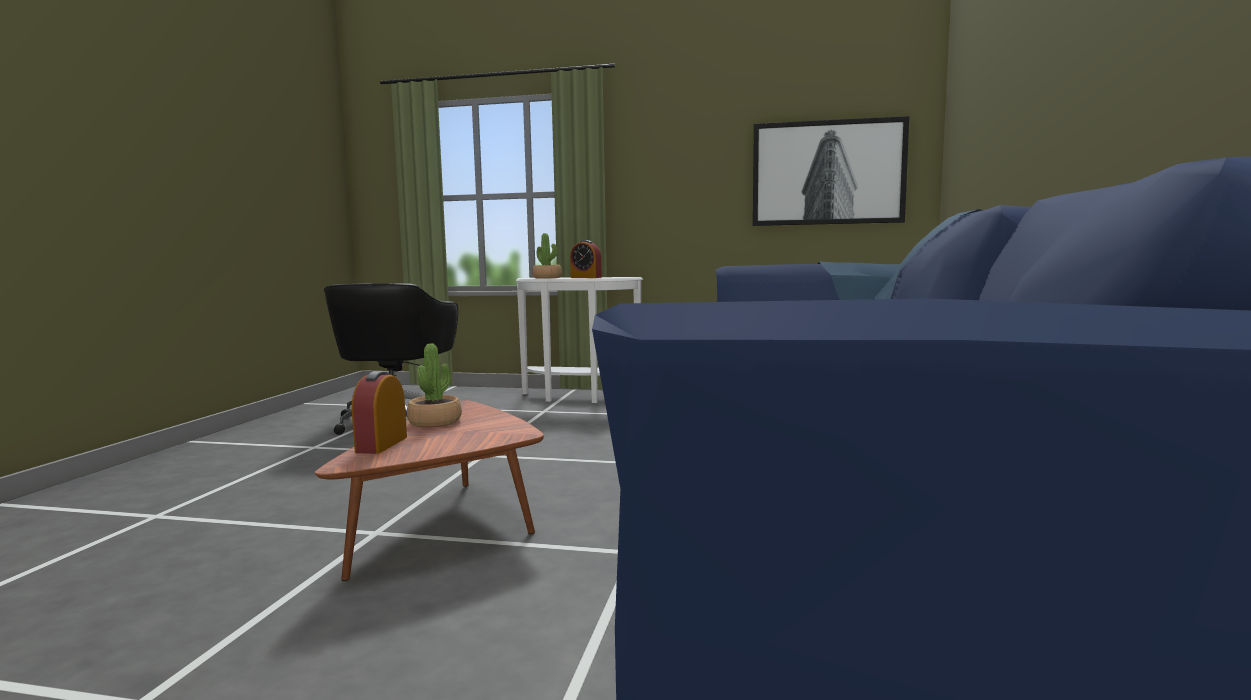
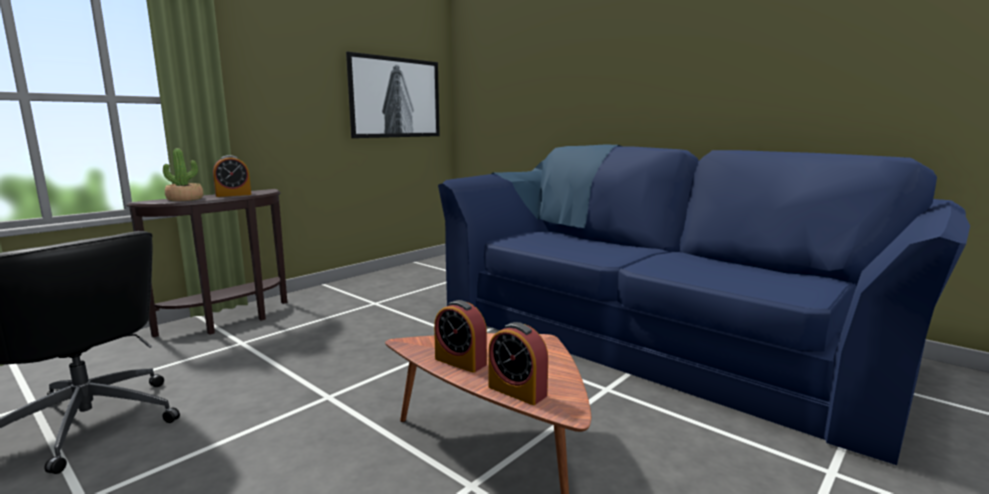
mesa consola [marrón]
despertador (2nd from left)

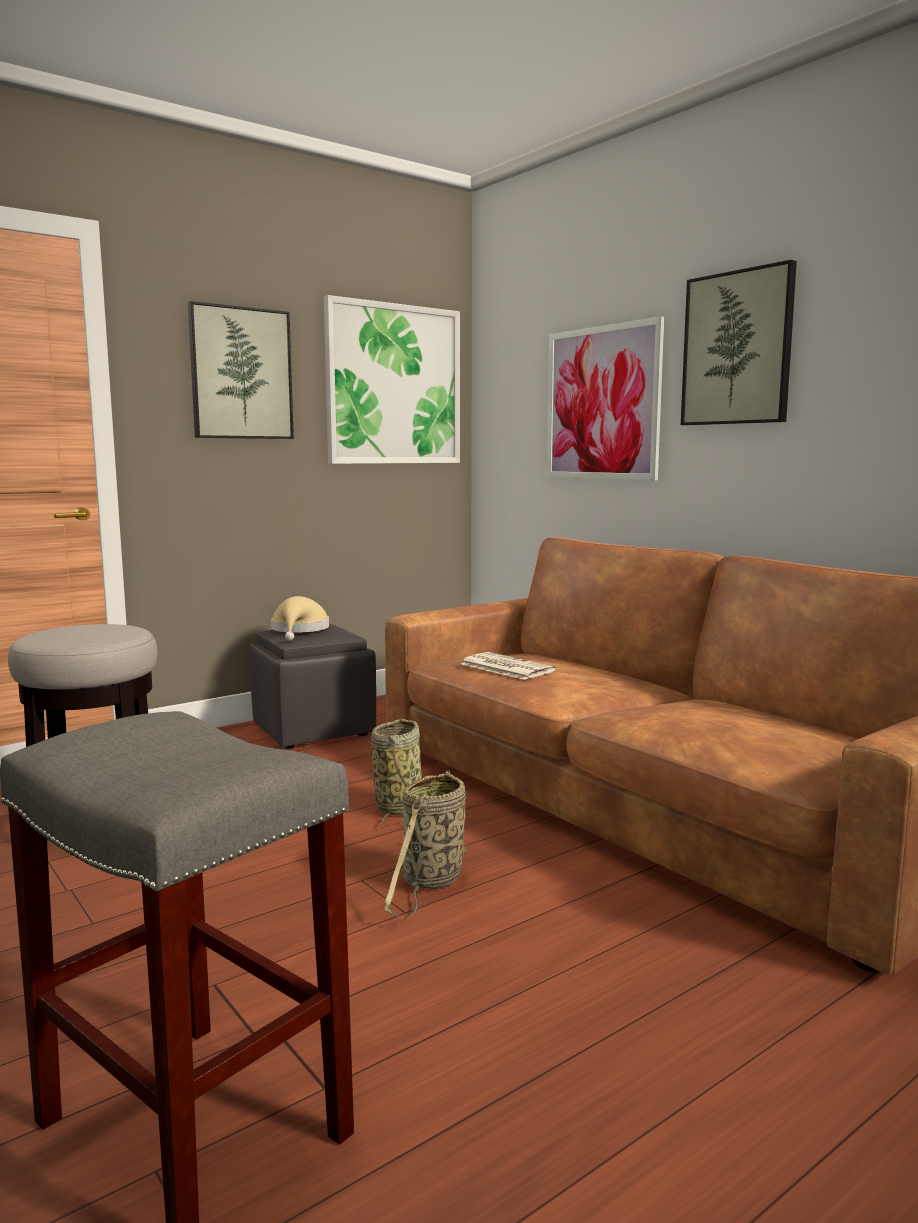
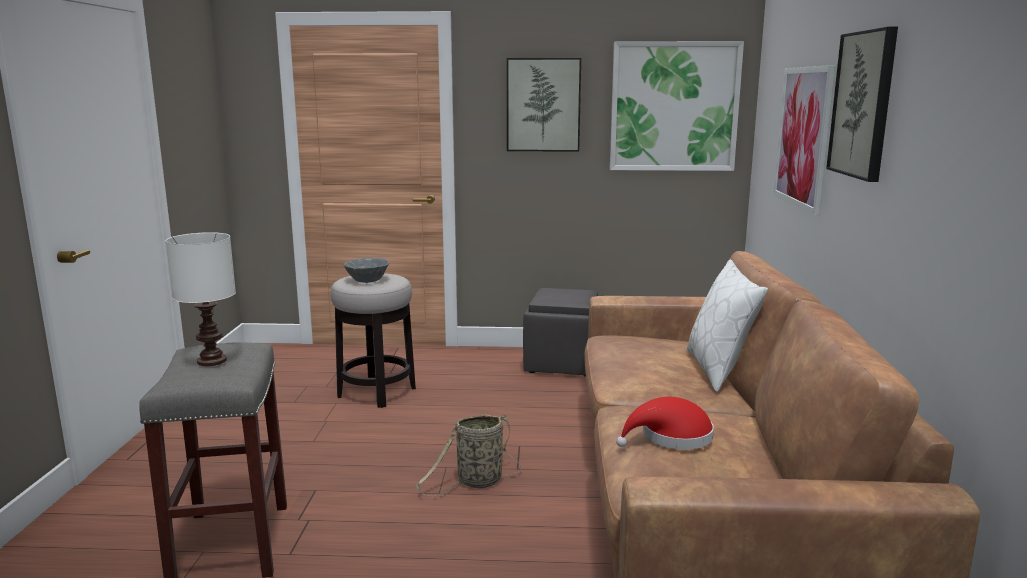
sombrero [beis]
periódico
cesta (1st from left in the first image)
lámpara de mesa [blanco]
cuenco [gris]
cojín [blanco]
sombrero [rojo]

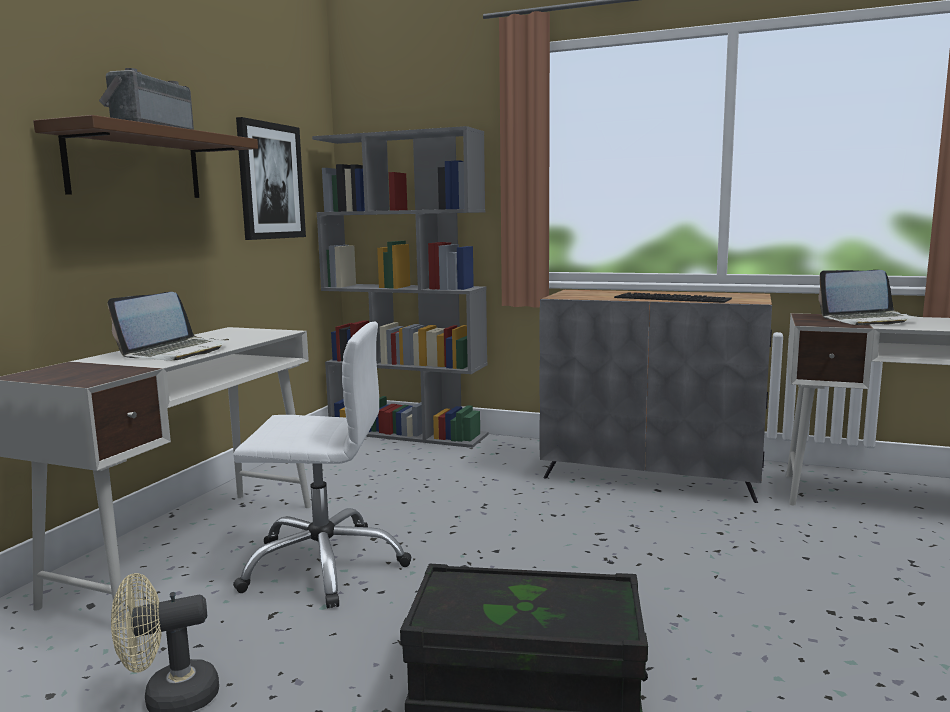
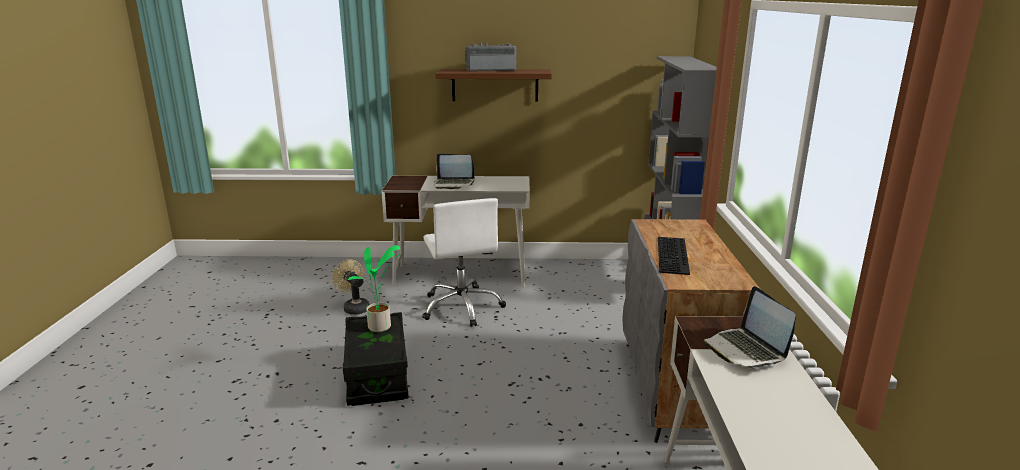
cuadro
planta en maceta

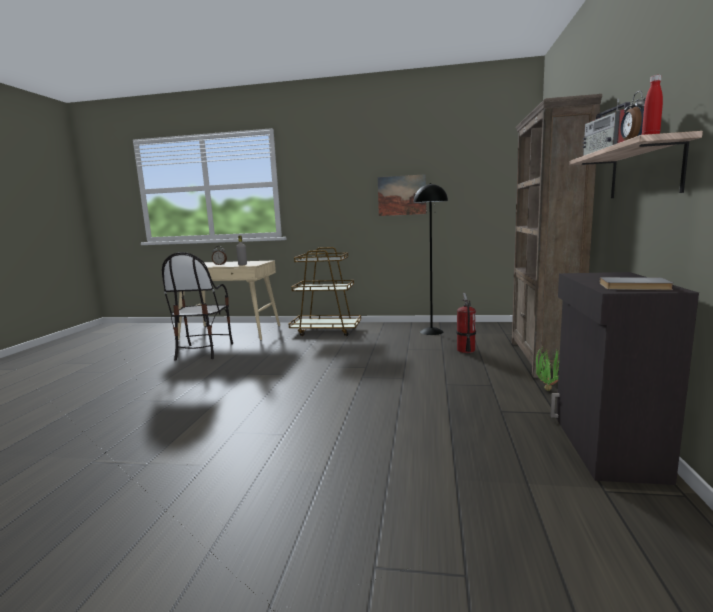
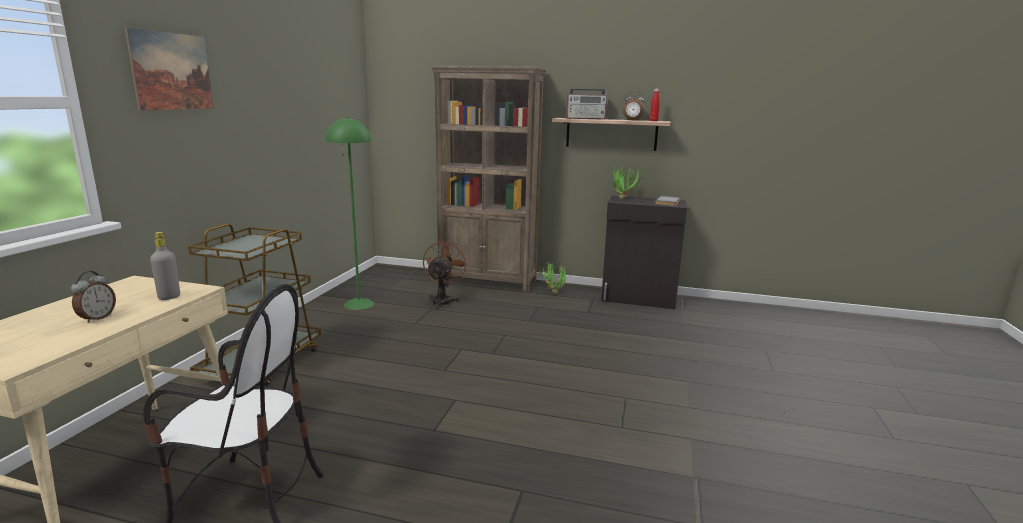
cuadro
lámpara de pie [verde]
ventilador [marrón]
planta en maceta (2nd from left)

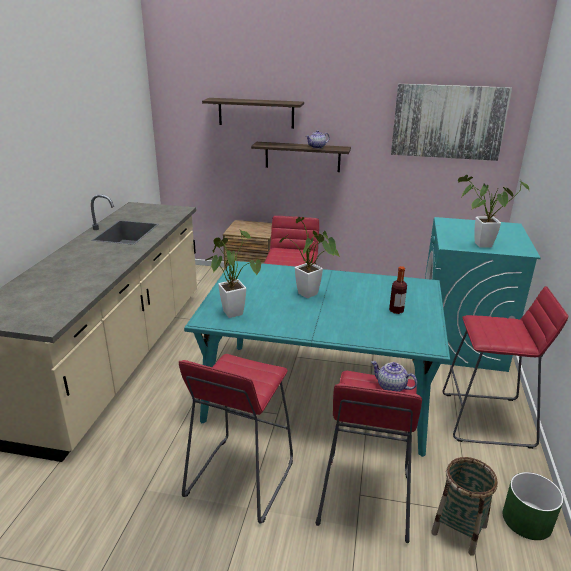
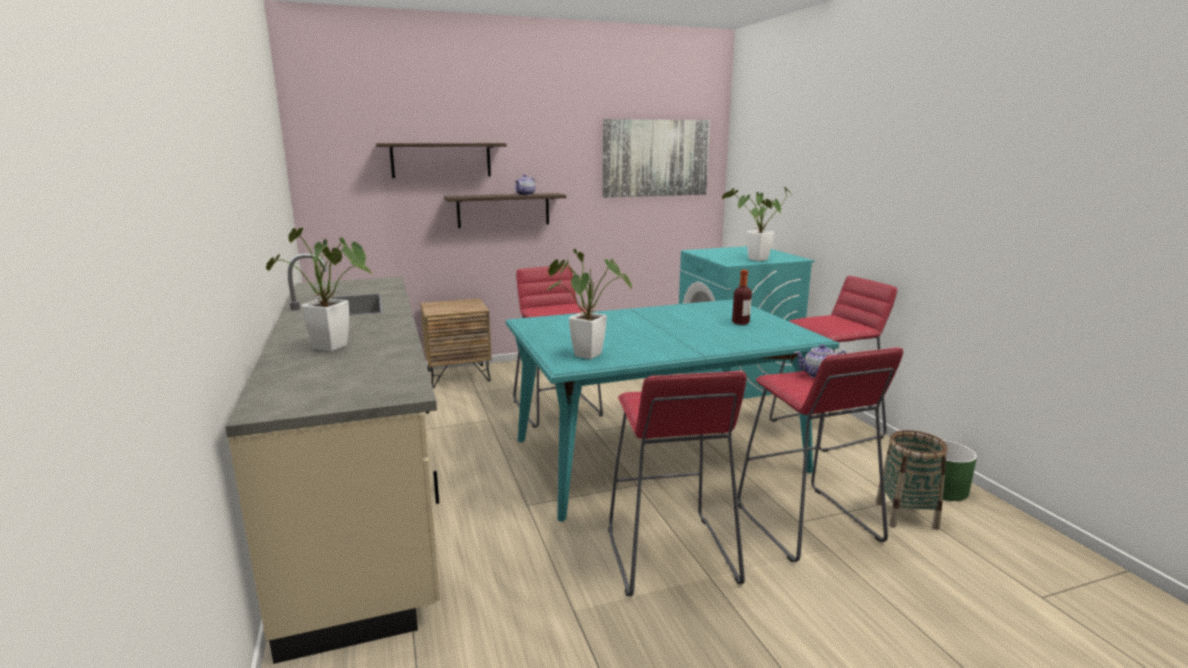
planta en maceta (1st from left)

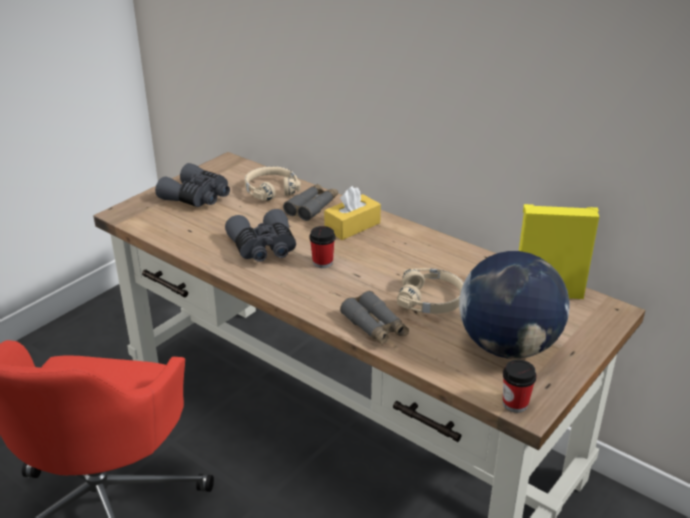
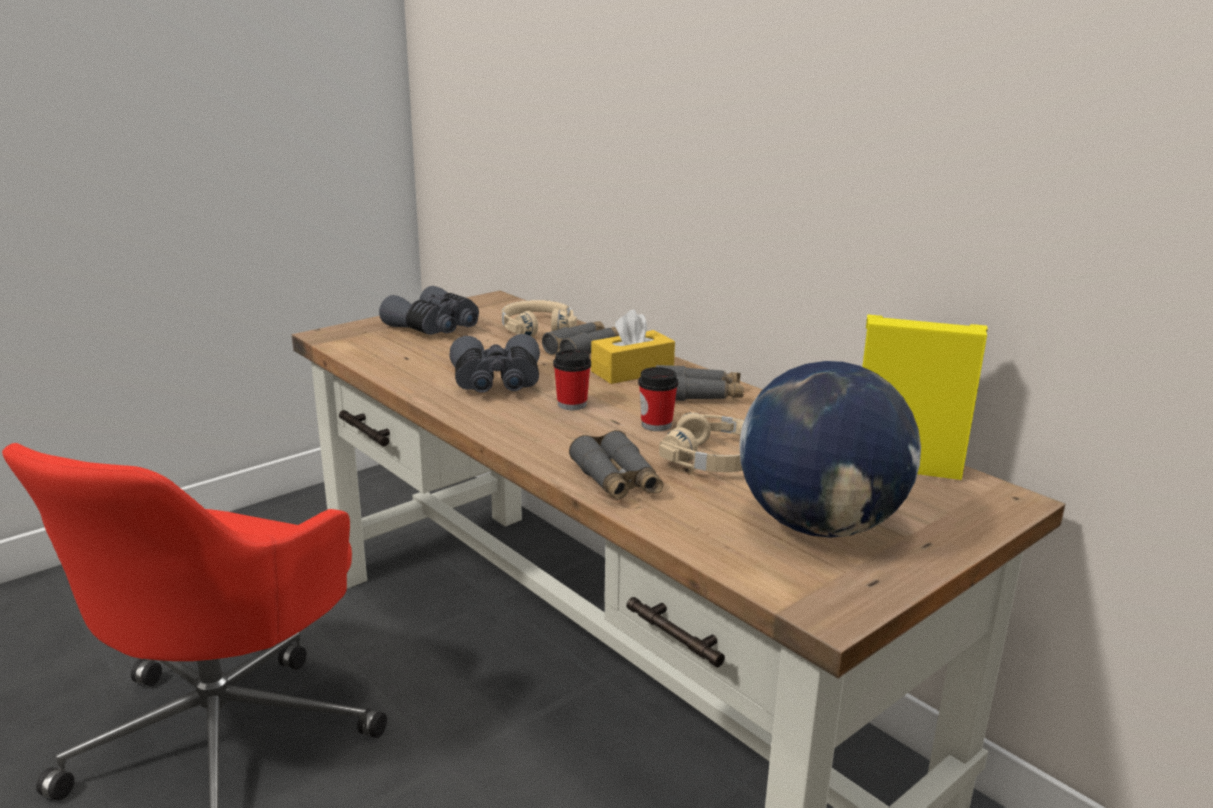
taza (2nd from left)
prismáticos [gris] (5th from left)

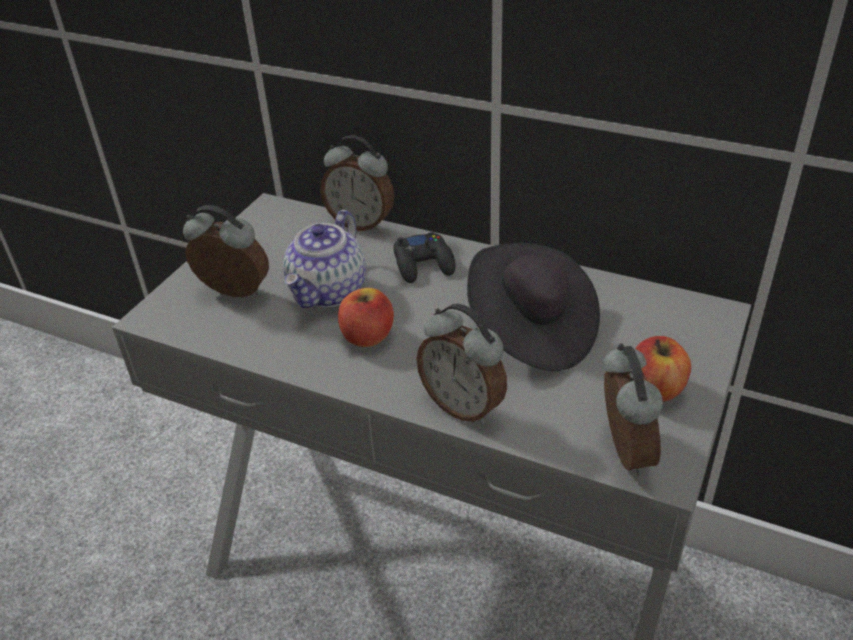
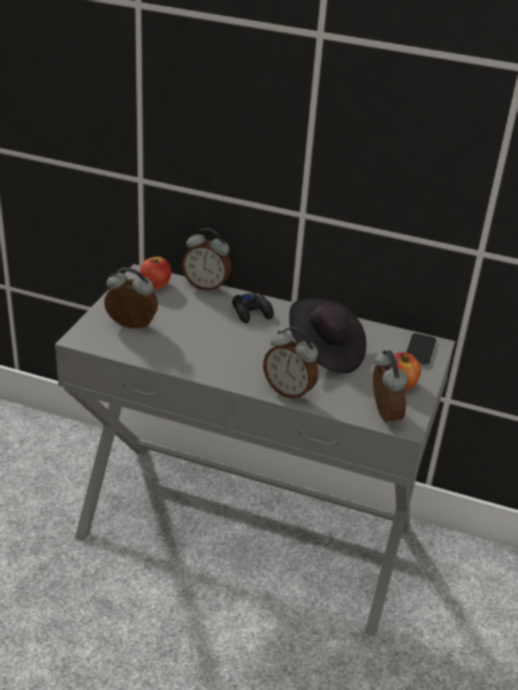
tetera
manzana (1st from left)
móvil

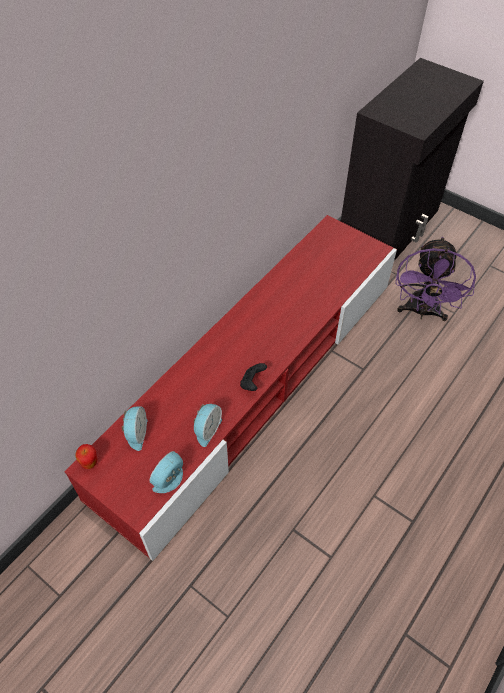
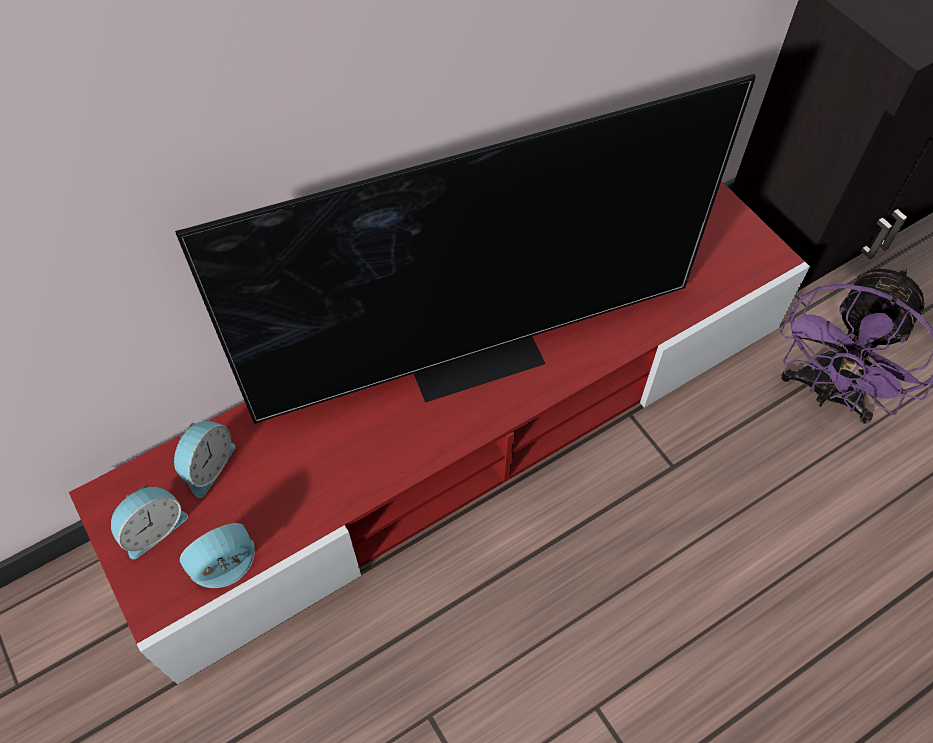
mando de consola [negro]
despertador (1st from left)
manzana
televisor

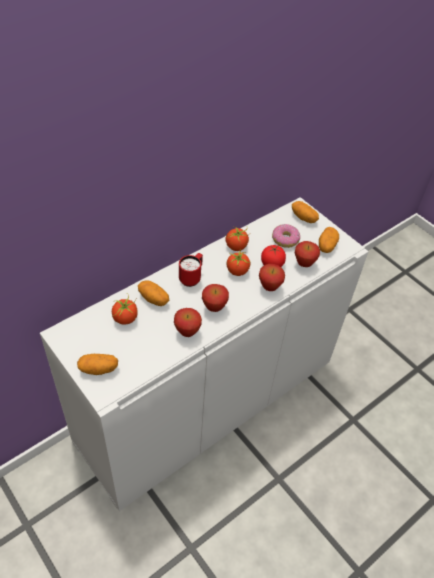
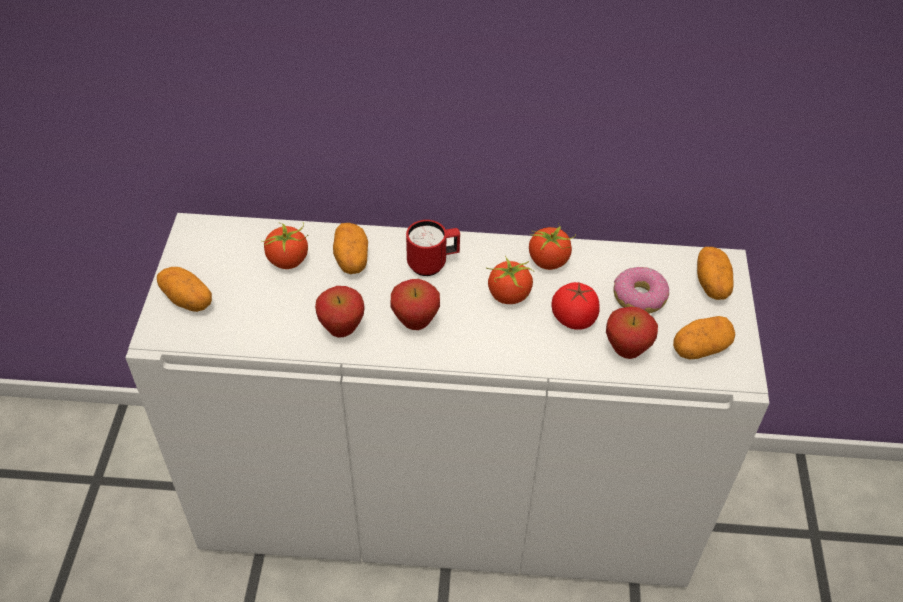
manzana (3rd from left in the first image)

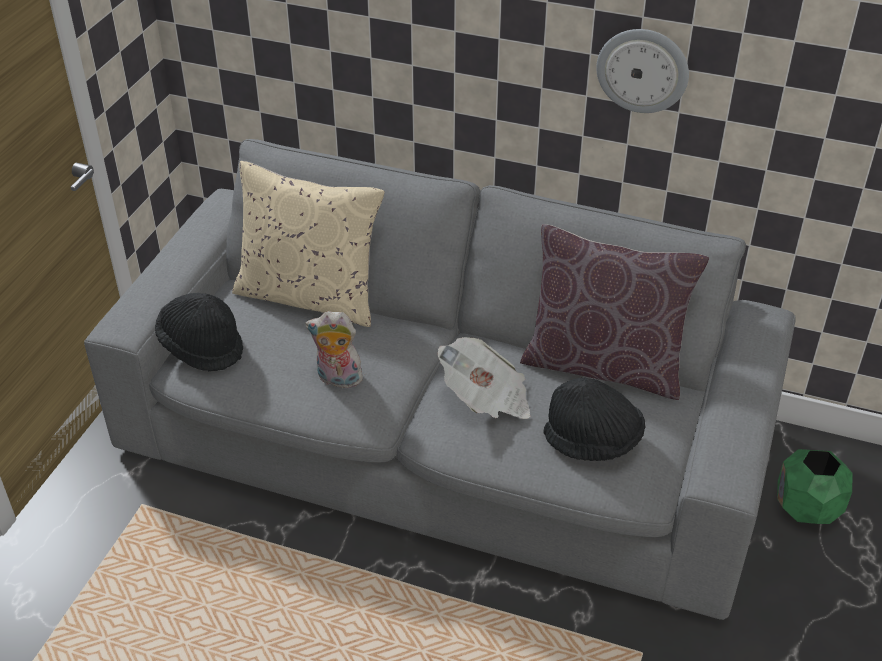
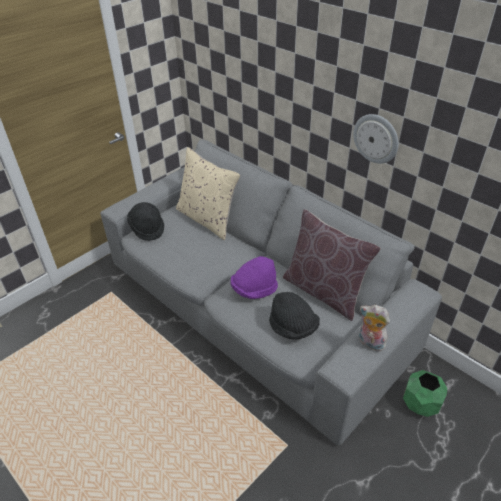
peluche
sombrero [morado]

